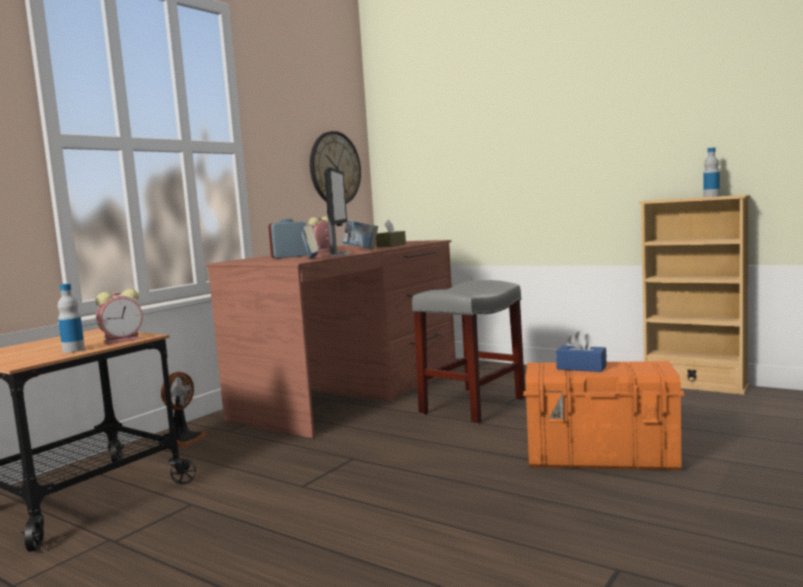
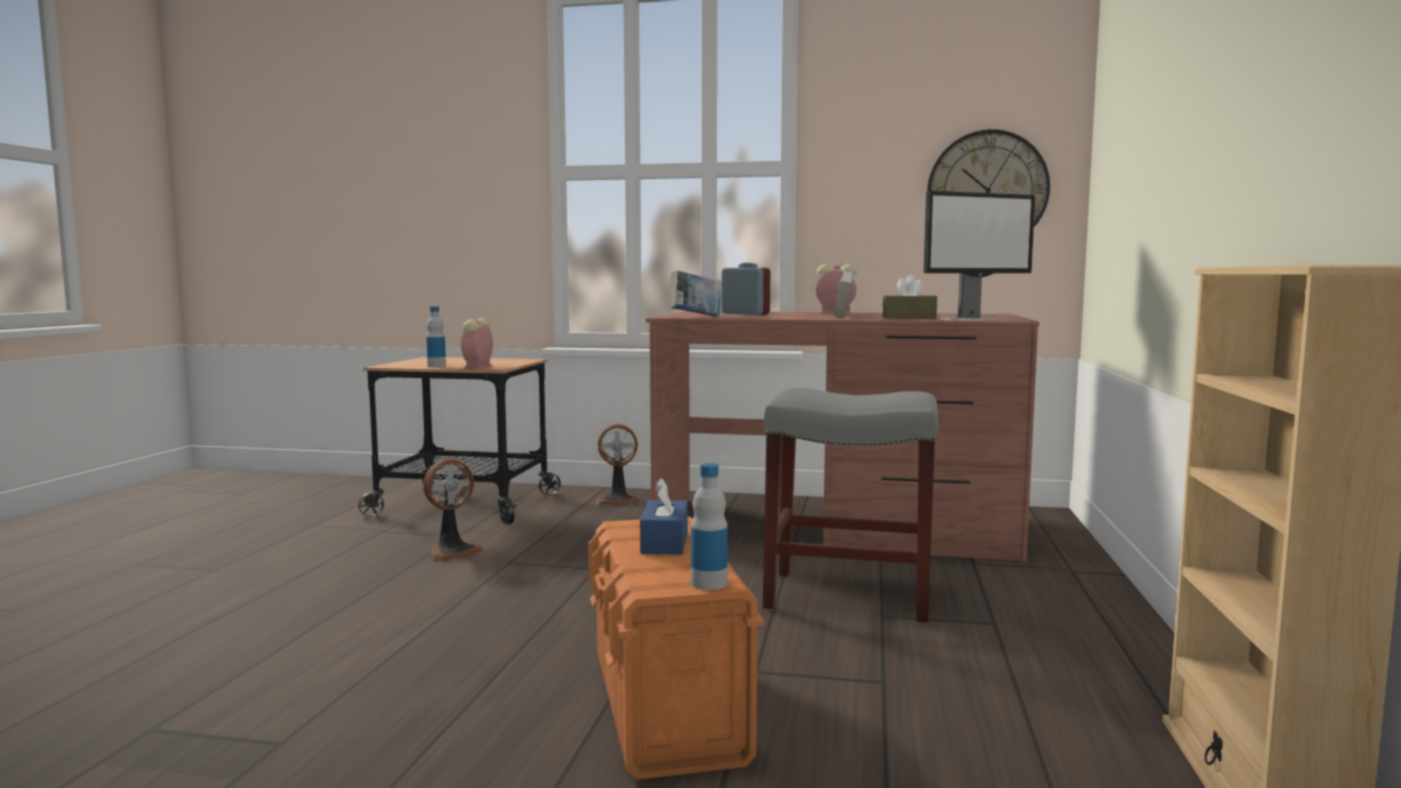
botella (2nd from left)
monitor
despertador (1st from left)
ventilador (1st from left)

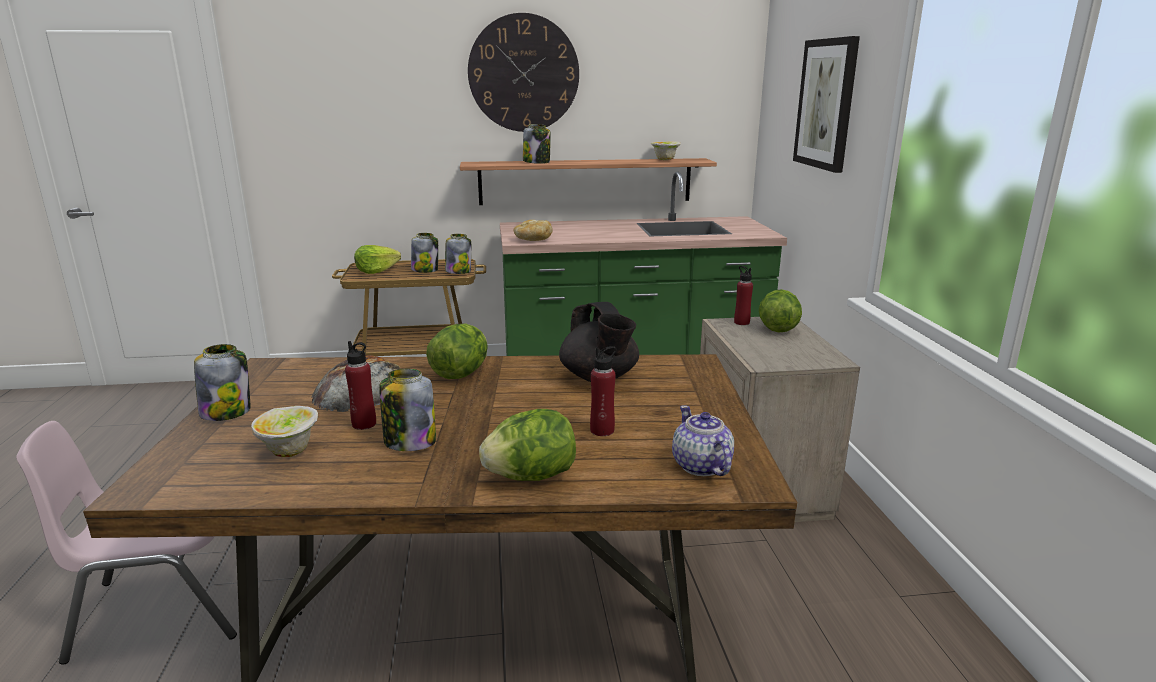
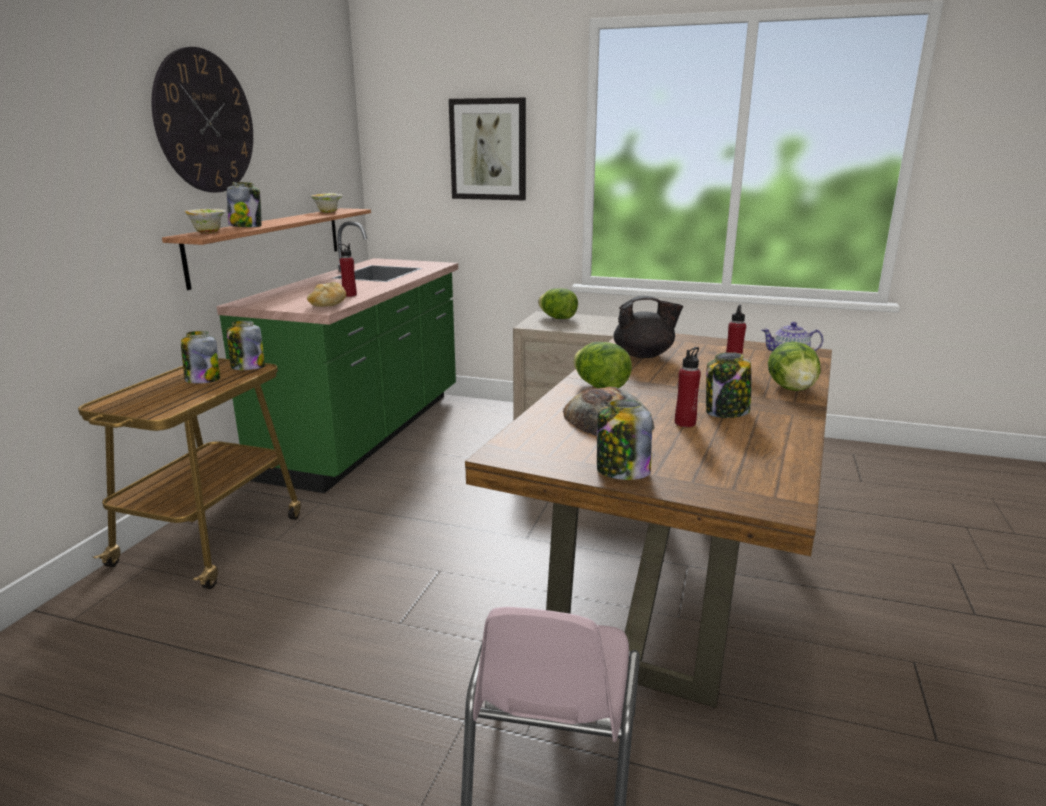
lechuga (1st from left in the first image)
botella [rojo] (1st from left)
cuenco (1st from left)

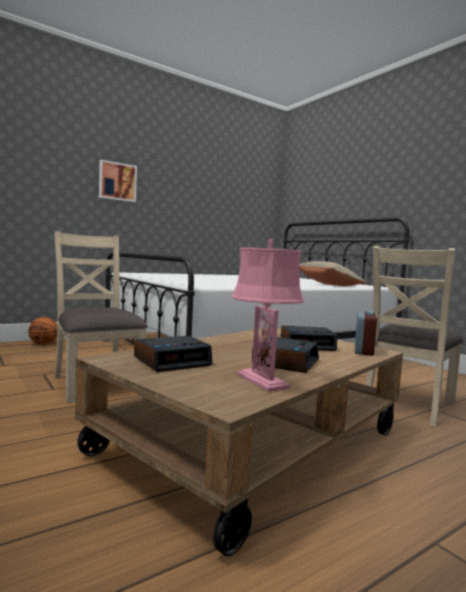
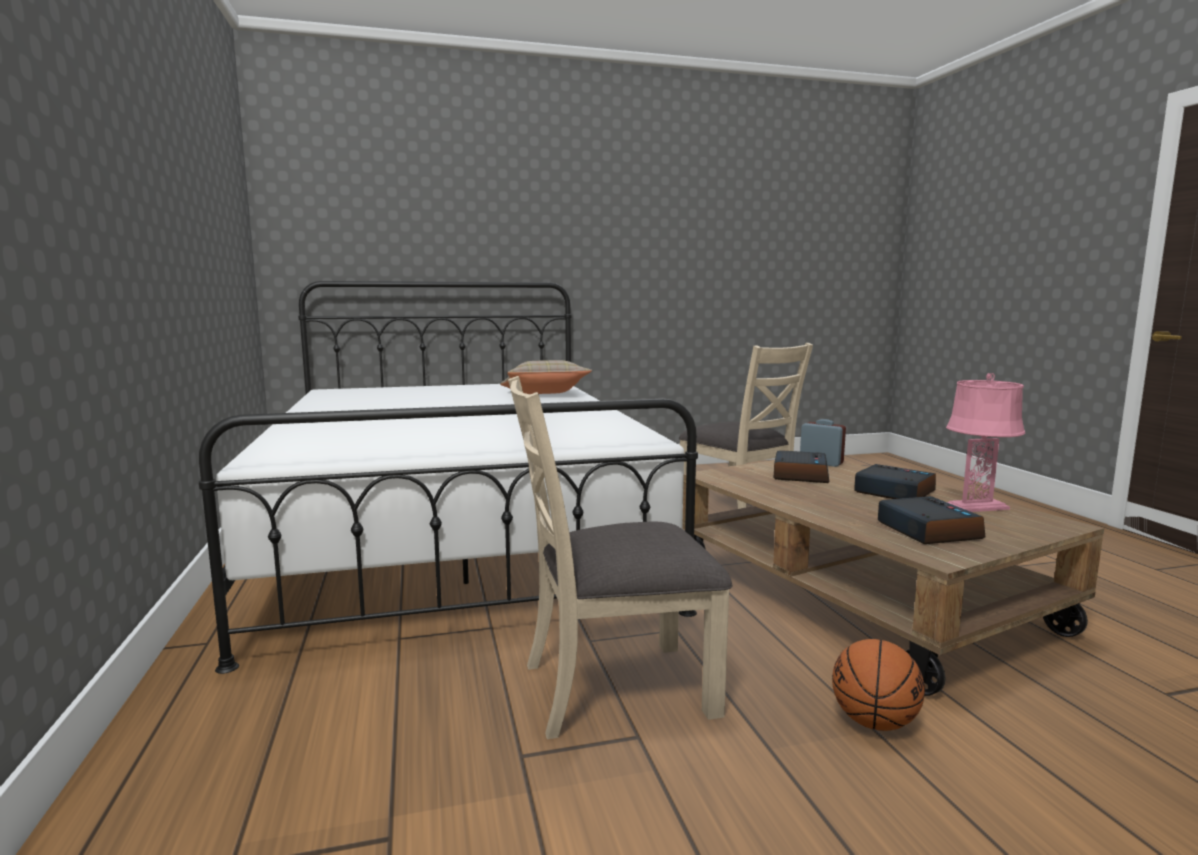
cuadro
balón de baloncesto

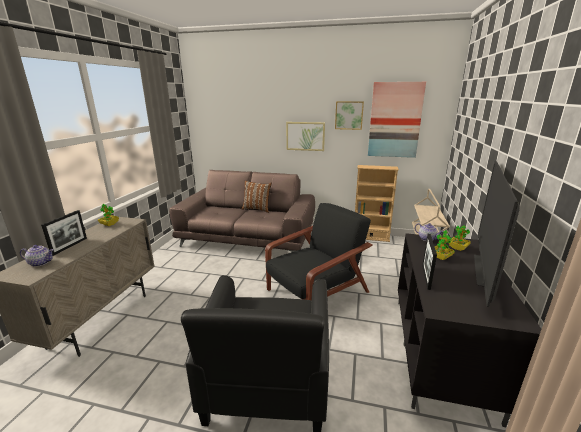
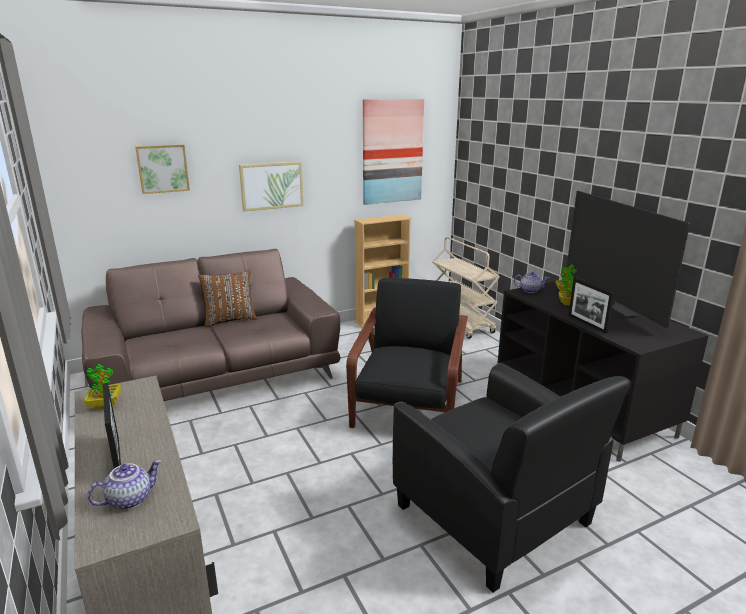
cuadro (1st from left)

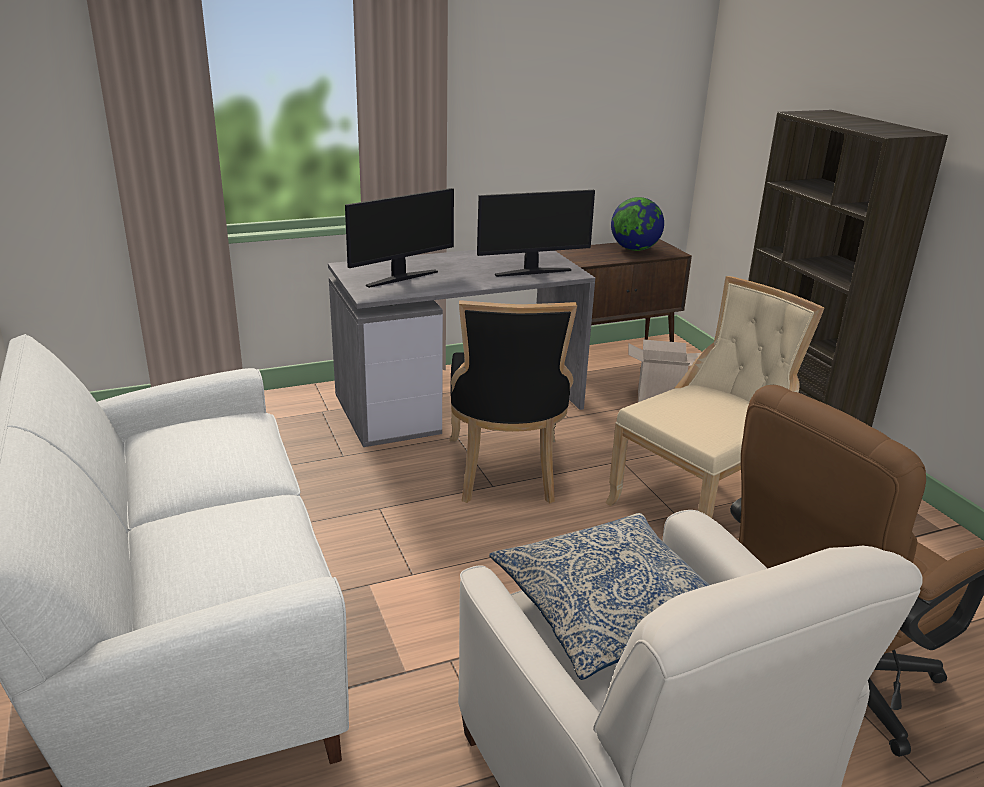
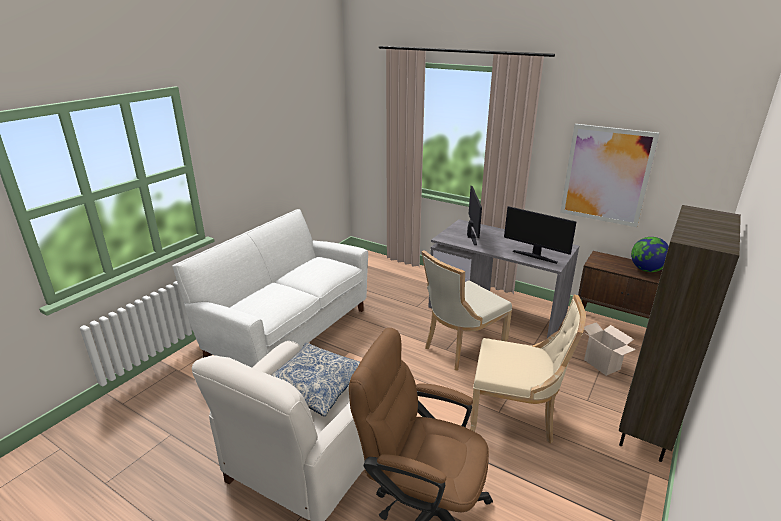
monitor (1st from left)
silla [beis] (1st from left)
cuadro

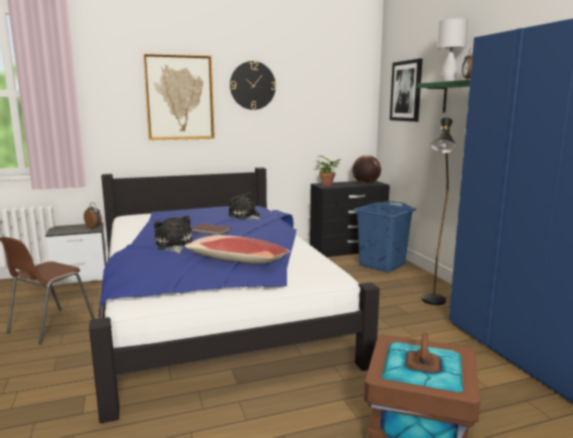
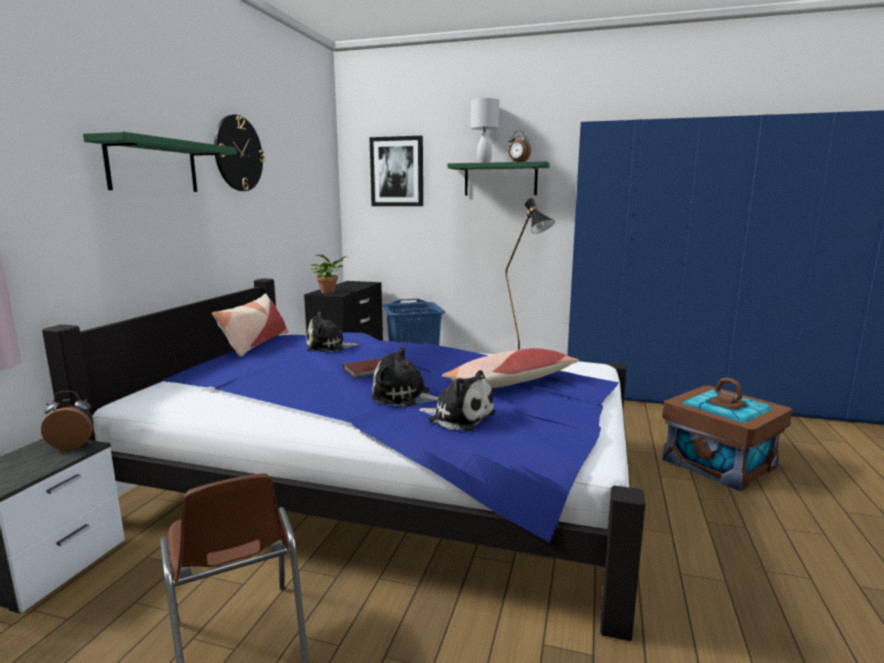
estante [verde] (1st from left)
globo terráqueo
cojín (1st from left)
peluche (3rd from left)

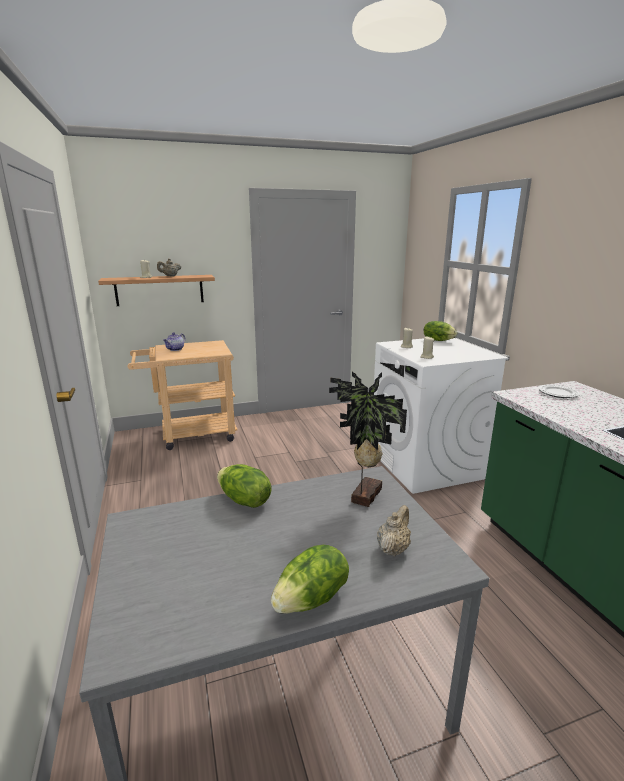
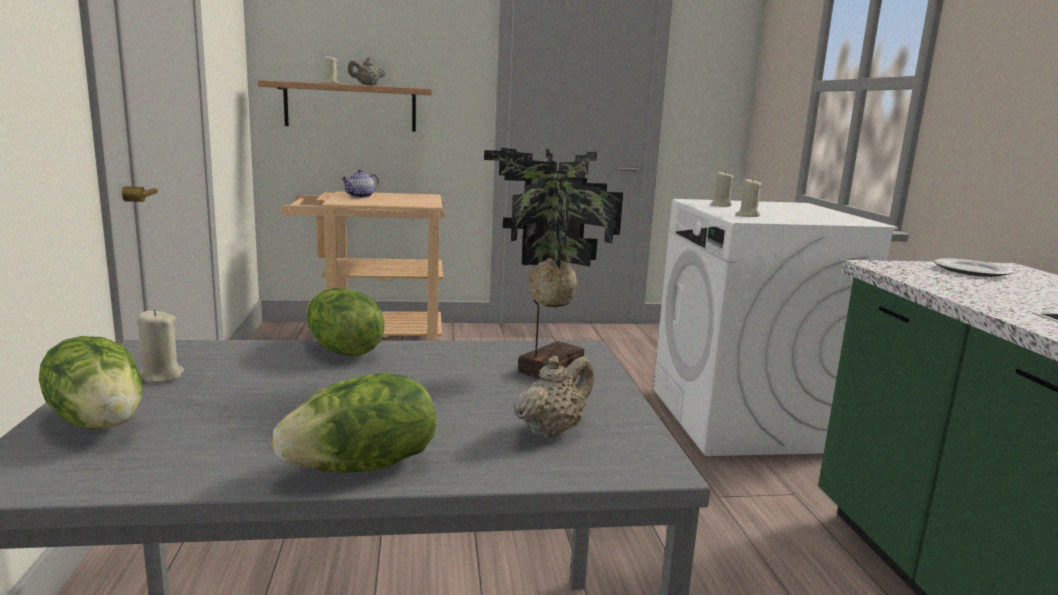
lechuga (1st from left)
vela [beis] (1st from left)

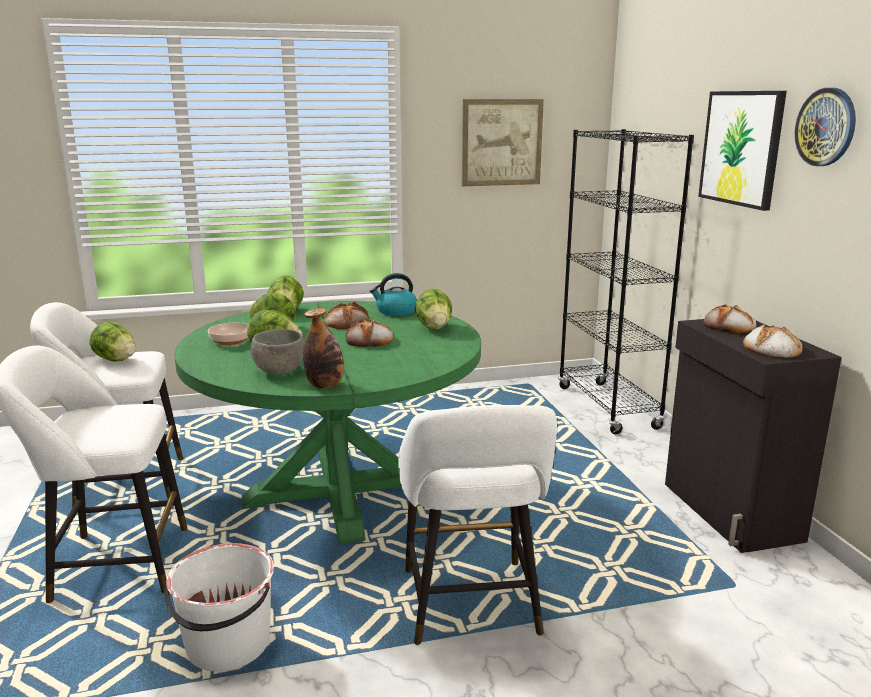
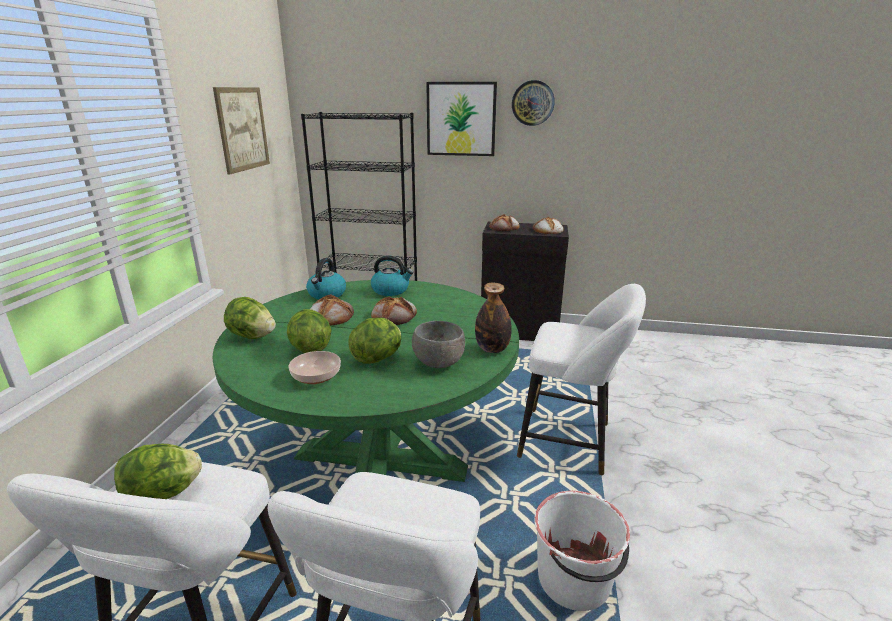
hervidor (2nd from left)

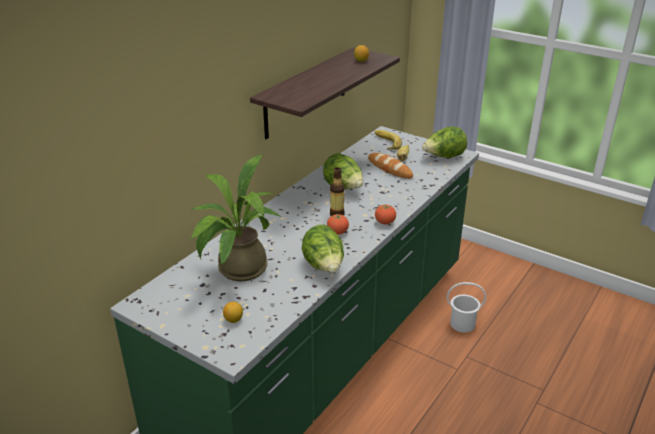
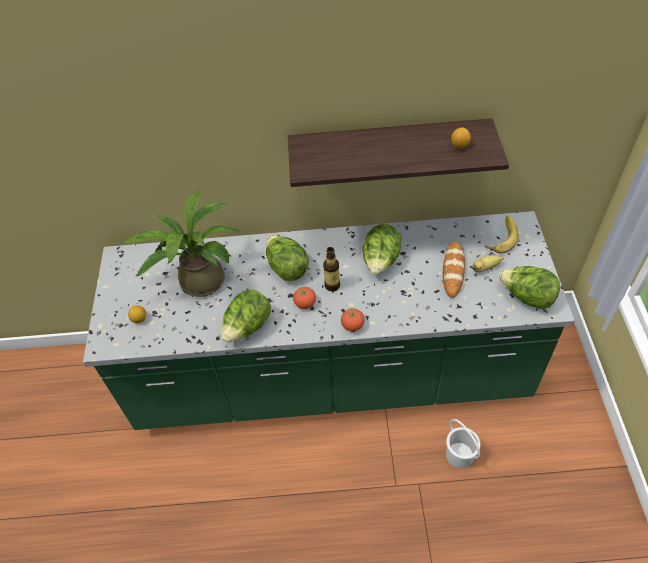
lechuga (2nd from left)

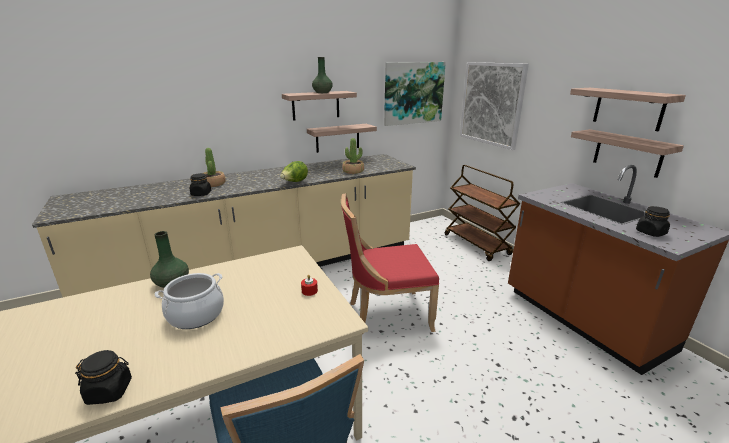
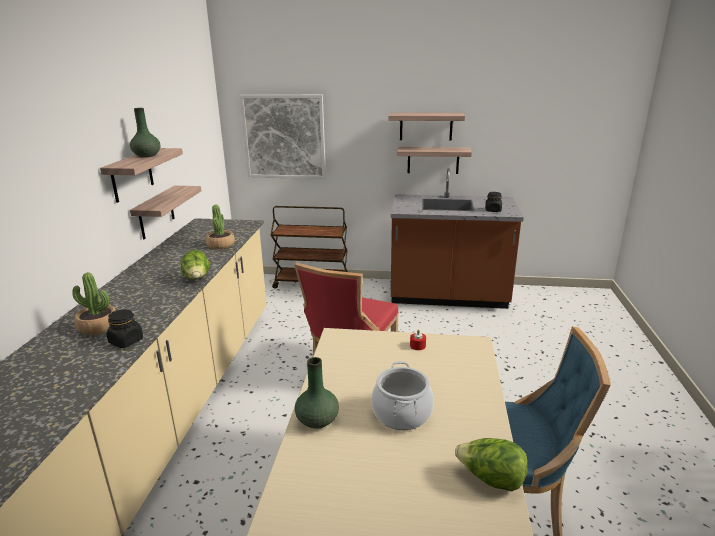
cuadro (1st from left in the first image)
lechuga (2nd from left)

